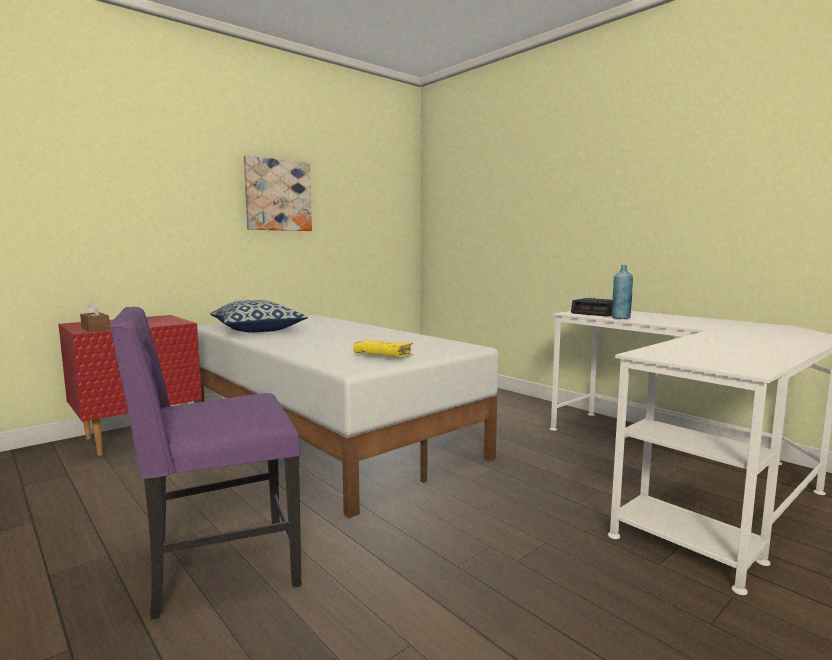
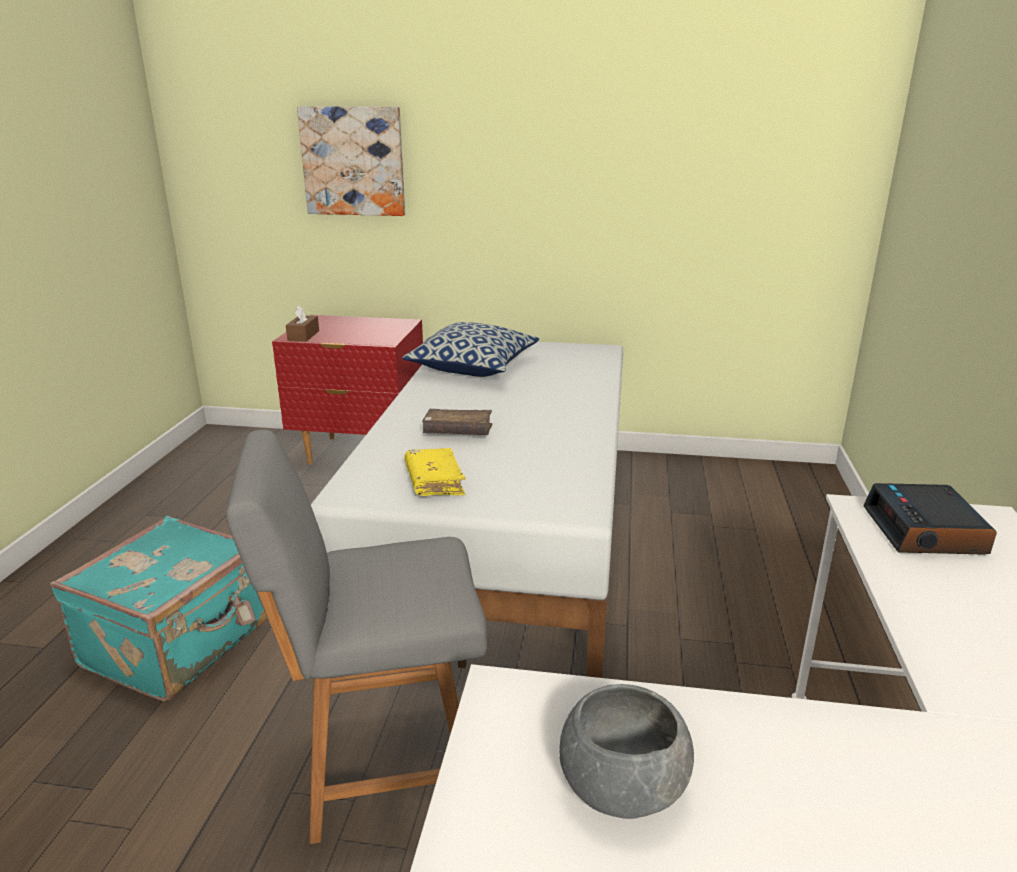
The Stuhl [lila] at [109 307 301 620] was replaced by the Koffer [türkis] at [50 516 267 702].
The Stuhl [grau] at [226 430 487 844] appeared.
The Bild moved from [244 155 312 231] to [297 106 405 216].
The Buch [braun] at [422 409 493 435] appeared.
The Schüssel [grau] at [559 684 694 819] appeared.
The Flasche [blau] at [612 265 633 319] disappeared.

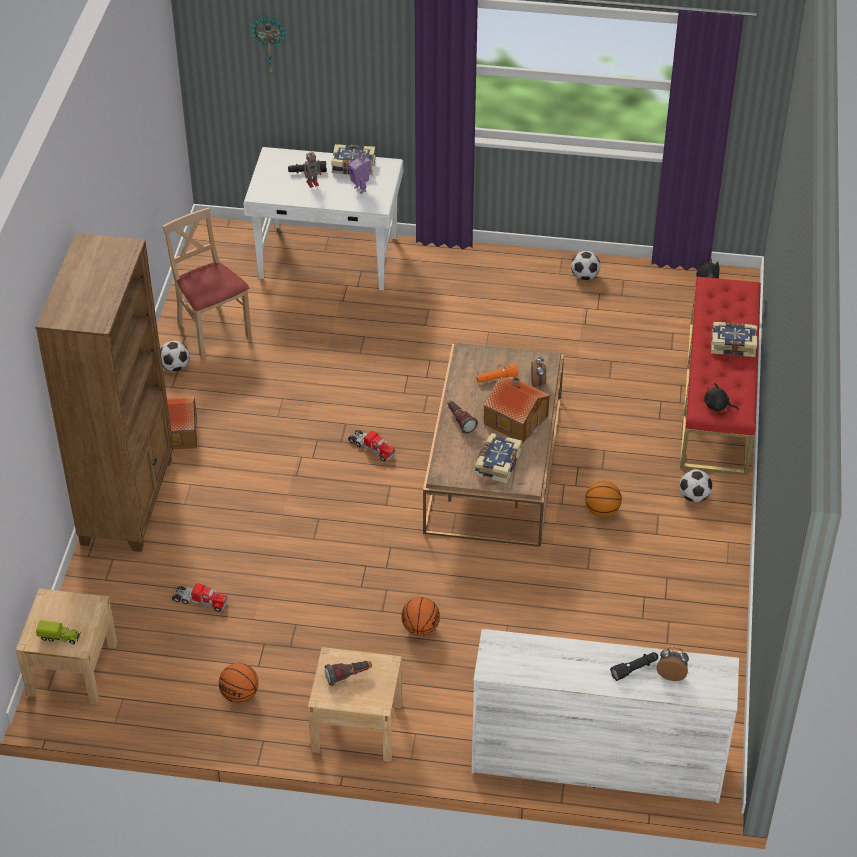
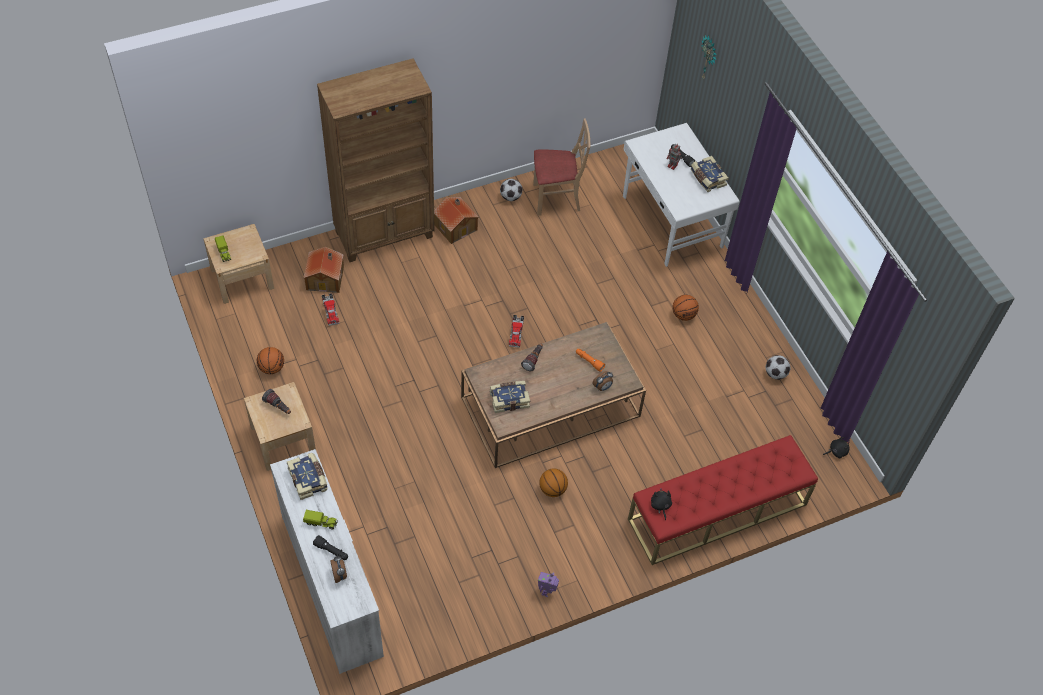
The Buch moved from [711 322 757 357] to [287 453 328 500].
The Spielzeughaus moved from [484 377 550 443] to [303 246 344 293].
The Spielzeuglaster at [303 510 338 529] appeared.
The Stuhl [beige] at [163 207 252 358] turned 60 degrees clockwise.
The Spielzeugroboter moved from [348 150 372 194] to [538 572 559 597].
The Basketball moved from [401 597 440 636] to [672 295 699 321].
The Fußball at [679 469 712 502] disappeared.

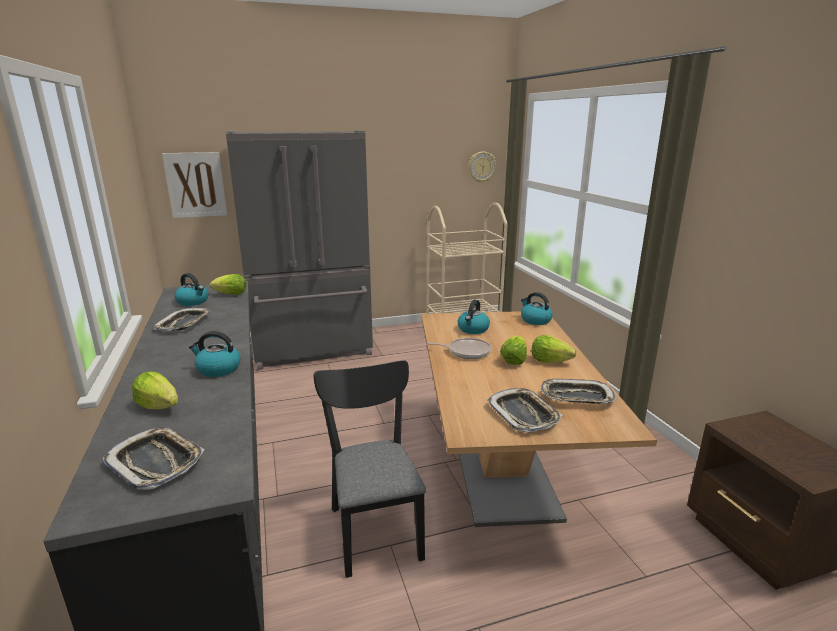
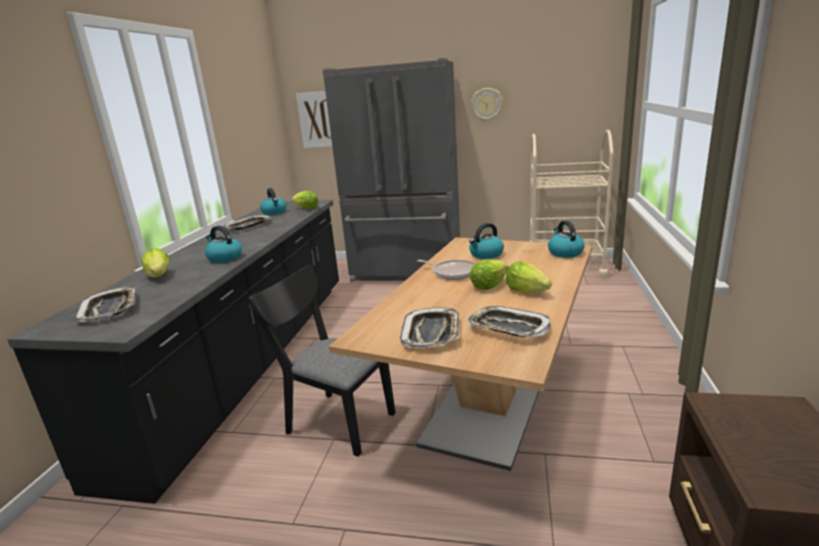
The Stuhl [schwarz] at [314 360 426 578] turned 75 degrees counterclockwise.
The Wanduhr moved from [469 152 496 183] to [471 88 503 122].

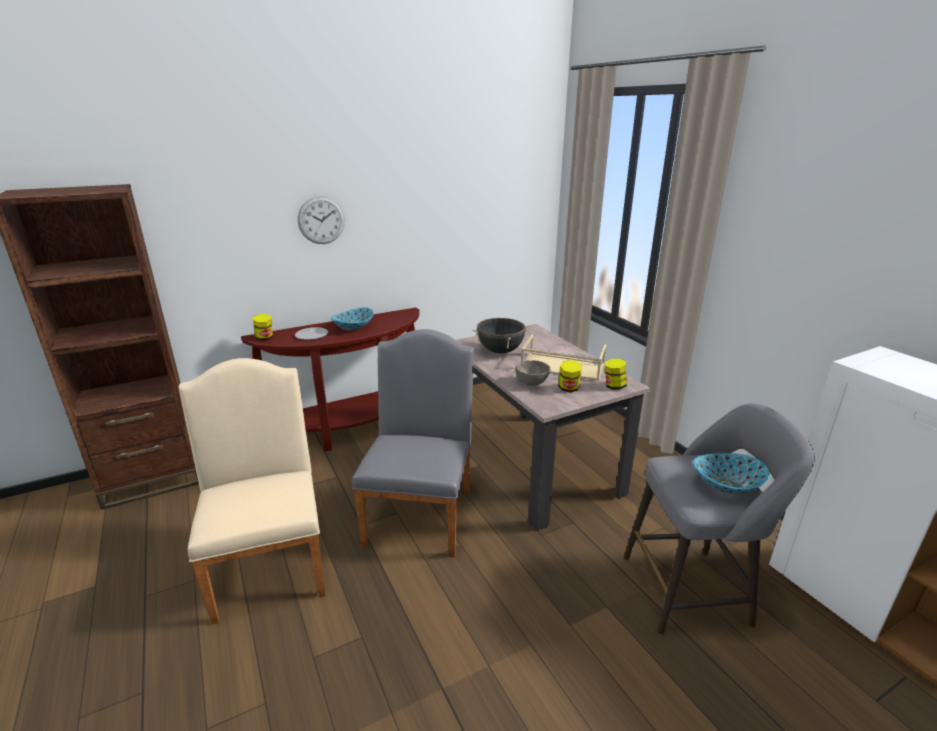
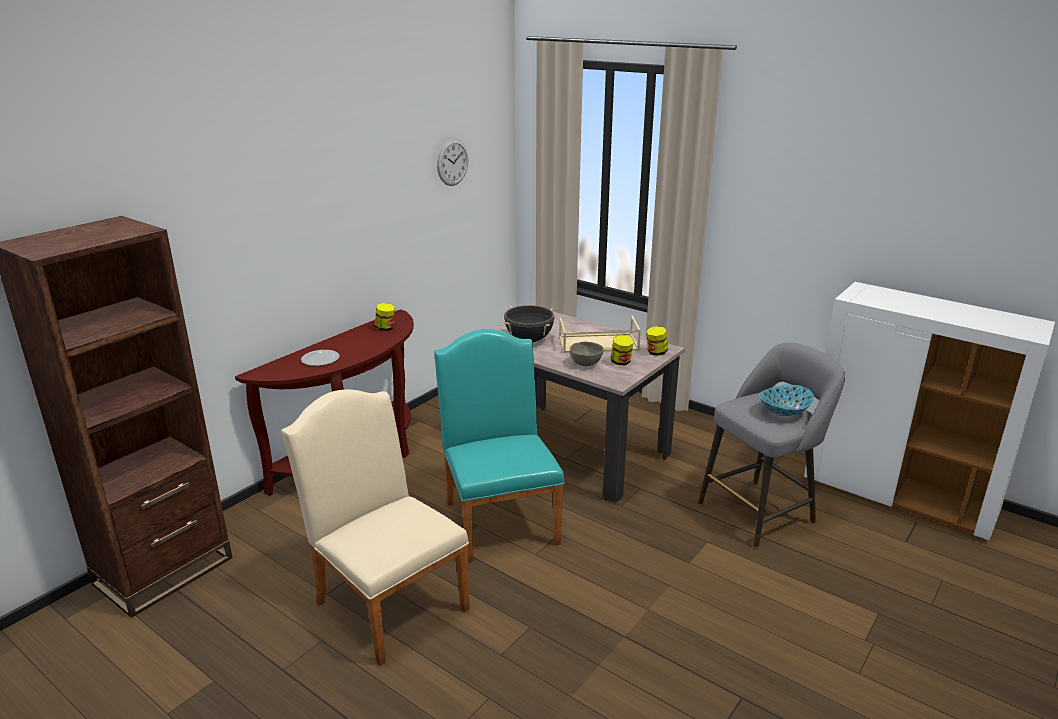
The Vorratsglas moved from [253 314 273 341] to [375 303 395 331].
The Stuhl [grau] at [352 329 474 557] became the Stuhl [türkis] at [434 329 565 563].
The Wanduhr moved from [298 196 345 244] to [437 139 468 186].
The Schüssel at [331 307 374 331] disappeared.

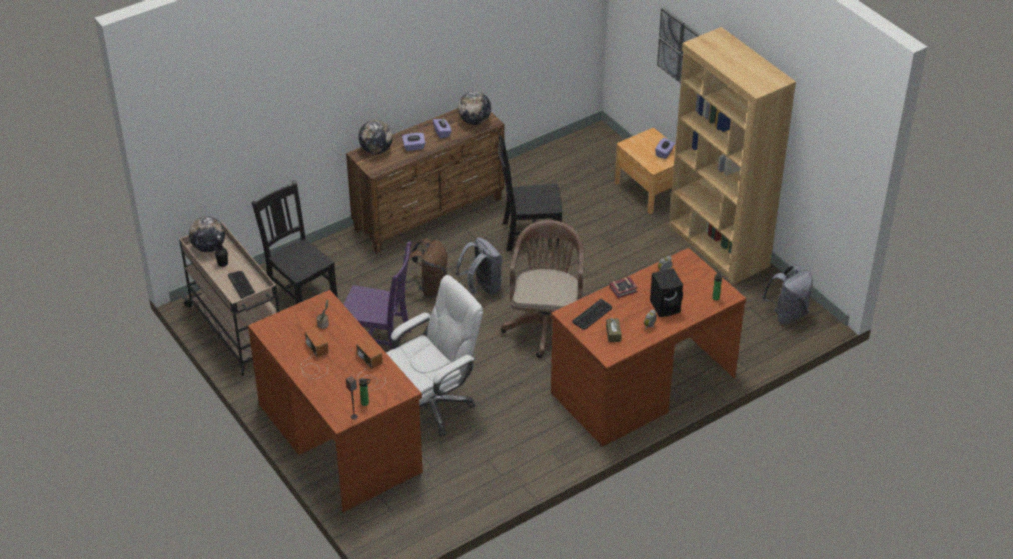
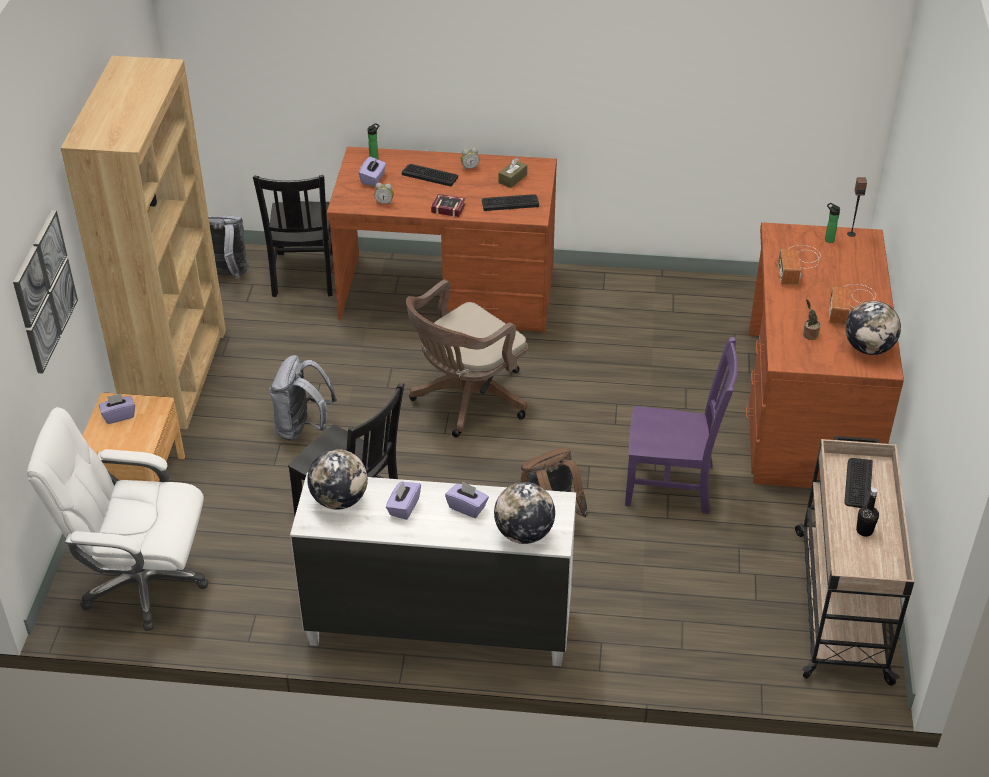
The Bürostuhl [weiß] moved from [387 275 483 436] to [27 407 209 631].
The Stuhl [schwarz] moved from [252 180 338 304] to [253 175 333 297].
The Rucksack [grau] moved from [456 238 502 295] to [269 355 337 441].
The Kommode [braun] at [346 108 505 253] became the Kommode [weiß] at [290 473 576 666].
The Taschentuchbox [lila] at [359 156 386 186] appeared.
The Lautsprecher [schwarz] at [650 268 683 317] was replaced by the Tastatur at [402 164 458 186].
The Stuhl [lila] at [344 241 411 350] turned 135 degrees clockwise.
The Globus moved from [189 216 225 252] to [845 301 901 355].

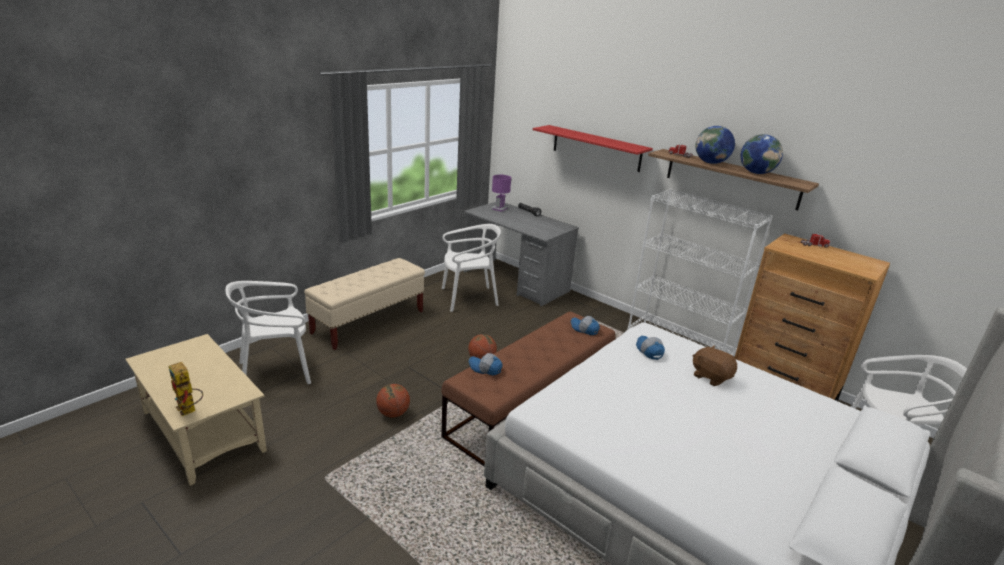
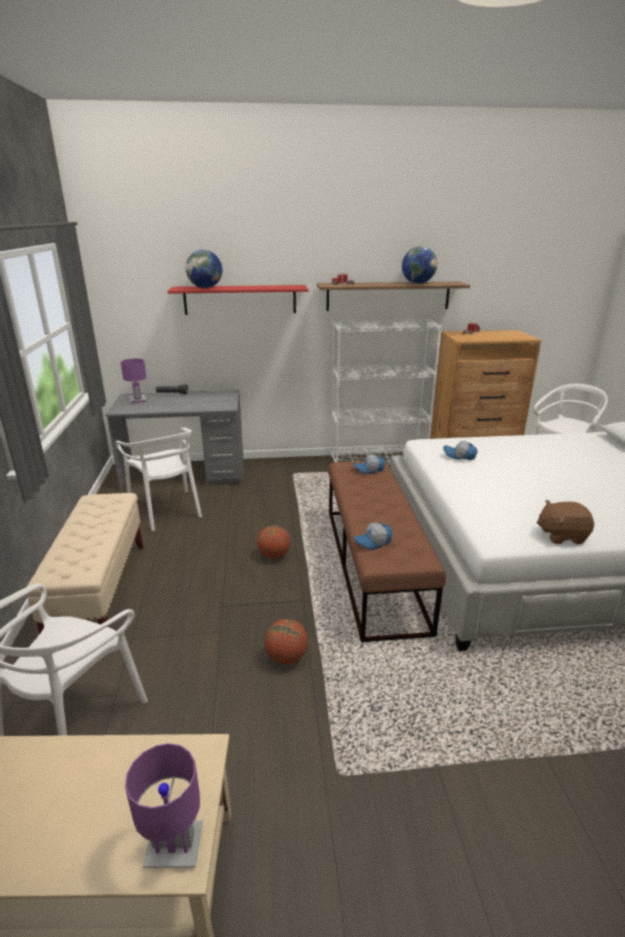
The Stuhl [weiß] at [442 224 501 312] turned 120 degrees clockwise.
The Spielzeugroboter at [169 362 203 416] was replaced by the Tischlampe [lila] at [125 743 203 868].
The Globus moved from [696 126 735 164] to [186 250 222 288].
The Plüschtier [braun] moved from [693 345 737 386] to [537 500 594 544].

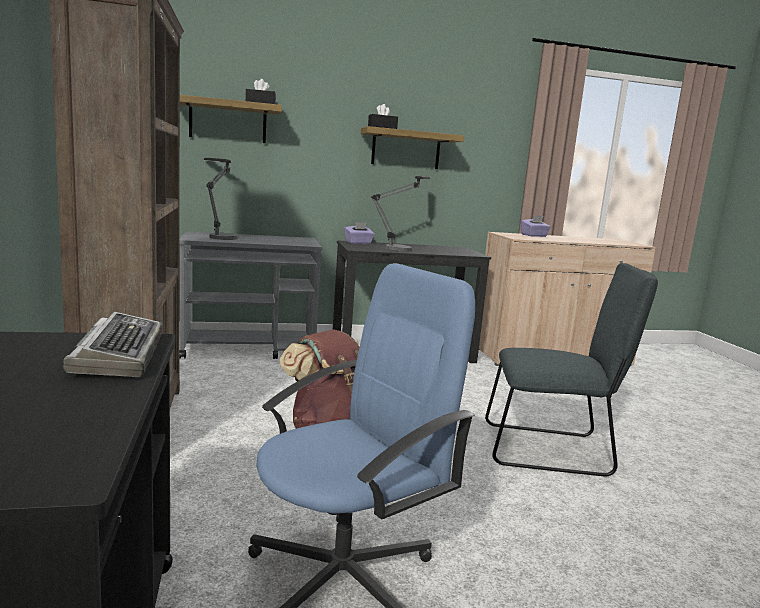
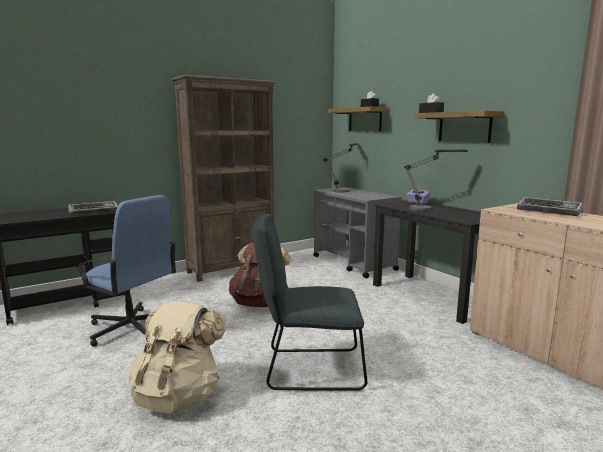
The Rucksack [beige] at [128 301 226 413] appeared.
The Stuhl [grau] at [485 263 658 476] turned 105 degrees clockwise.
The Taschentuchbox [lila] at [521 215 551 237] was replaced by the Tastatur at [517 197 583 216].

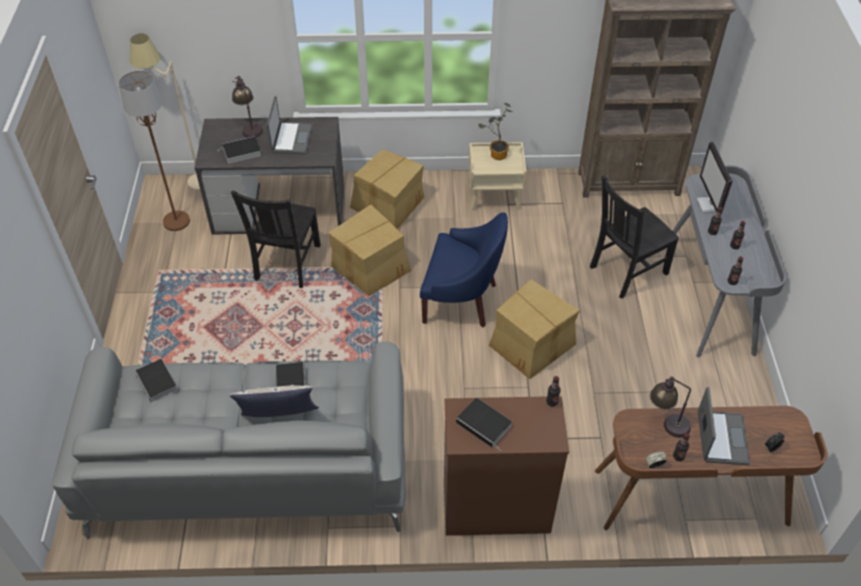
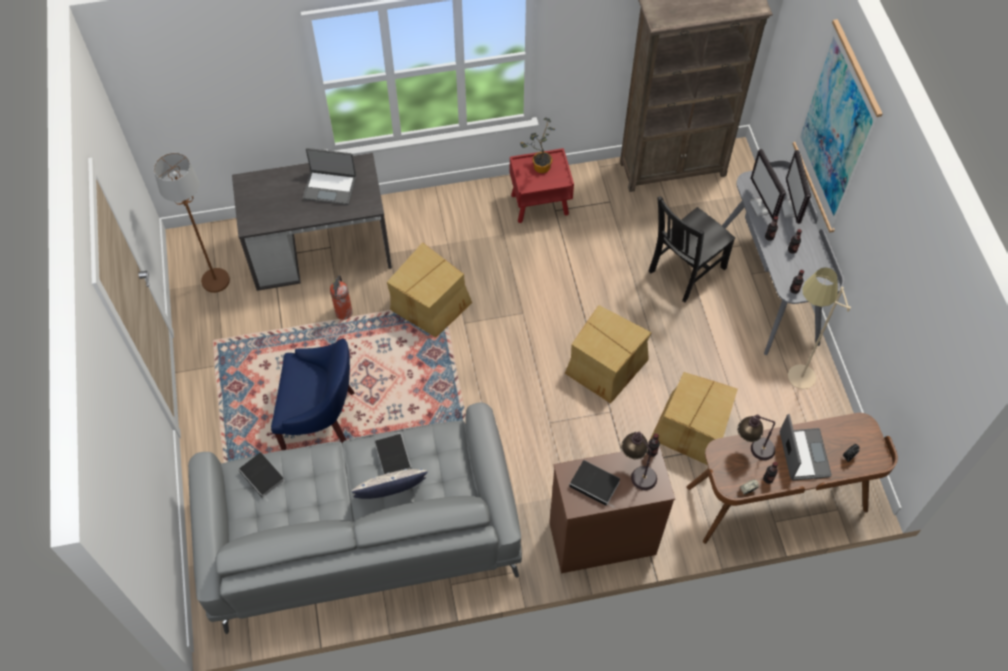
The Sessel [blau] moved from [420 213 508 327] to [271 338 355 450].
The Laptop at [267 96 312 154] turned 105 degrees clockwise.
The Stuhl [schwarz] at [231 191 321 288] was replaced by the Feuerlöscher at [330 275 353 320].
The Nachttisch [beige] at [469 142 527 210] became the Nachttisch [rot] at [510 148 574 223].
The Tischlampe moved from [232 76 263 138] to [621 432 657 490].
The Karton moved from [350 149 424 229] to [650 372 738 465].
The Monitor at [781 150 811 224] appeared.
The Stehlampe [beige] moved from [130 34 200 190] to [788 267 851 389].
The Bild at [793 19 883 233] appeared.
The Buch at [217 136 261 163] disappeared.

